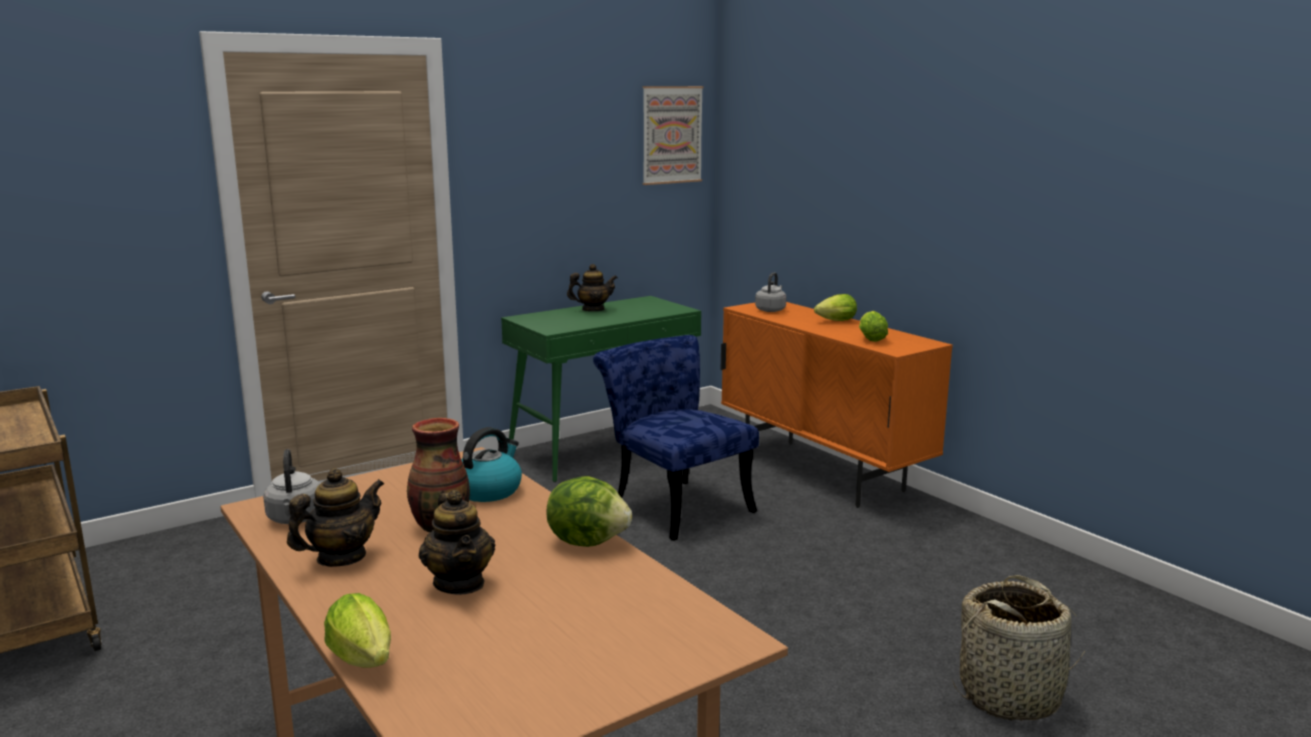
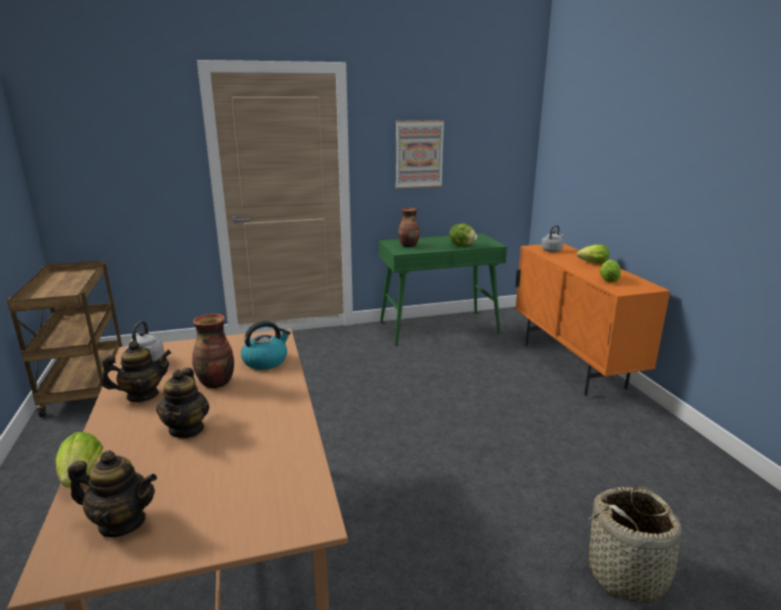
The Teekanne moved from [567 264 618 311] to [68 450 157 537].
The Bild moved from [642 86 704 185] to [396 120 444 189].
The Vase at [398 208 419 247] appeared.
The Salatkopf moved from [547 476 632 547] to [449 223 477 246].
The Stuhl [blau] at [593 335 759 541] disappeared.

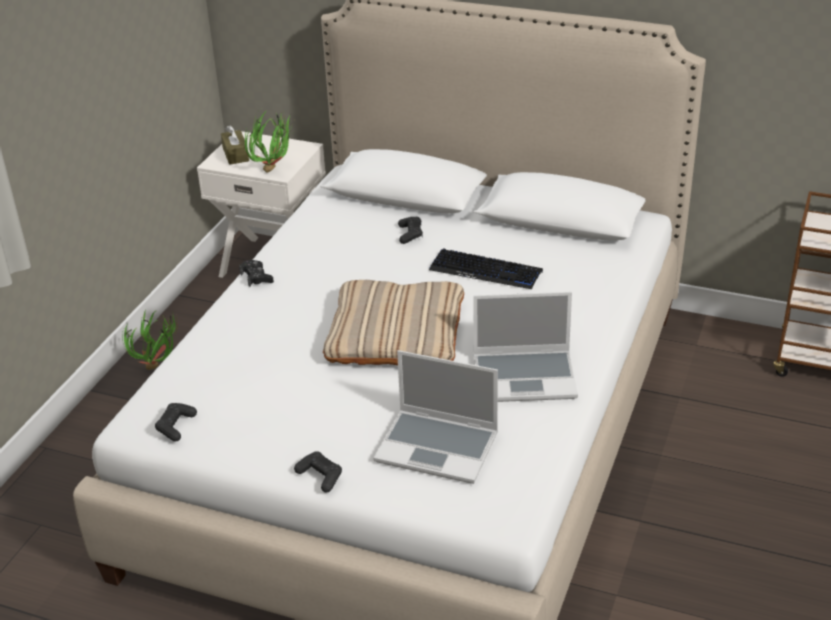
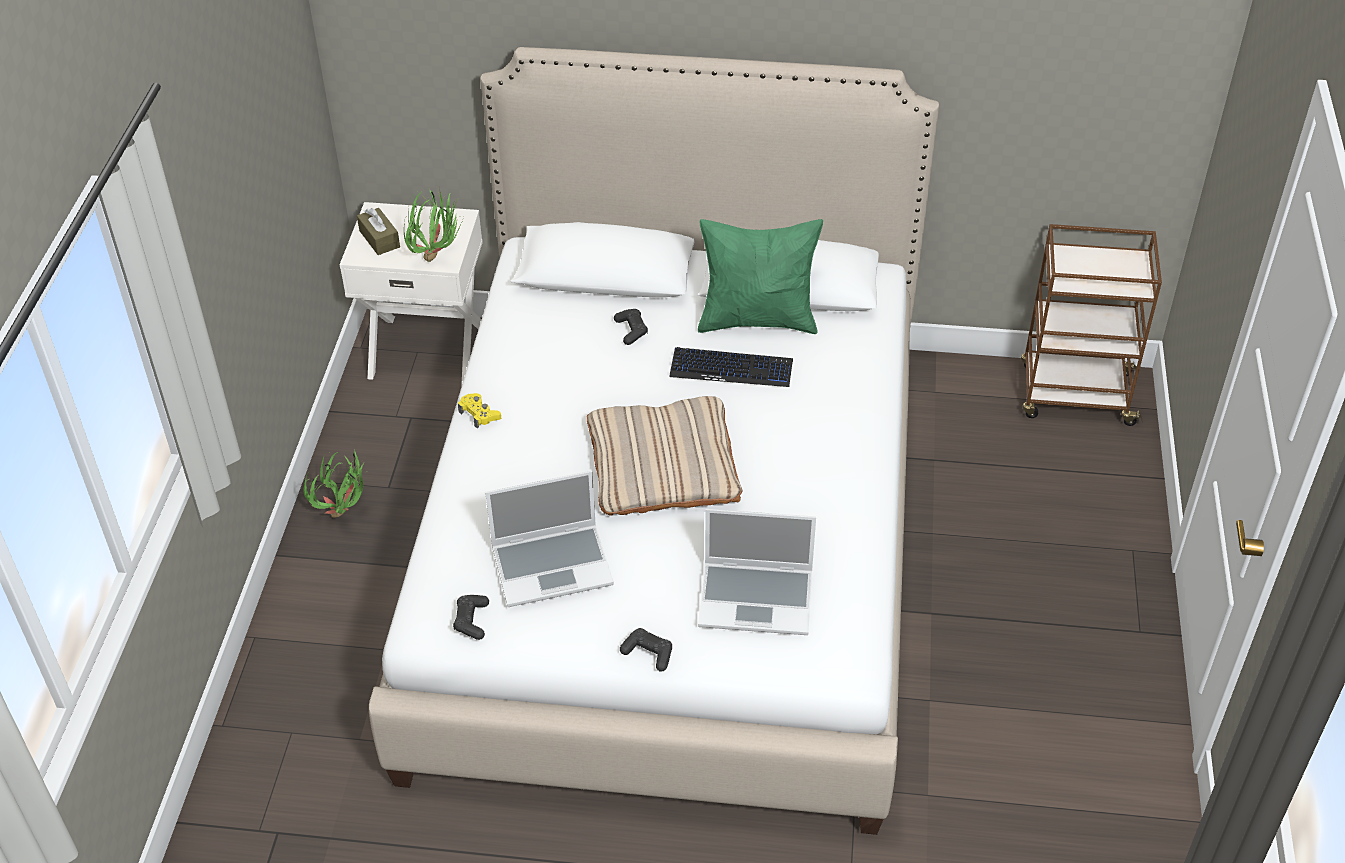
The Gamepad [schwarz] at [239 260 274 287] became the Gamepad [gelb] at [458 393 501 429].
The Laptop moved from [473 292 578 402] to [485 471 614 607].
The Kissen [grün] at [698 219 823 334] appeared.

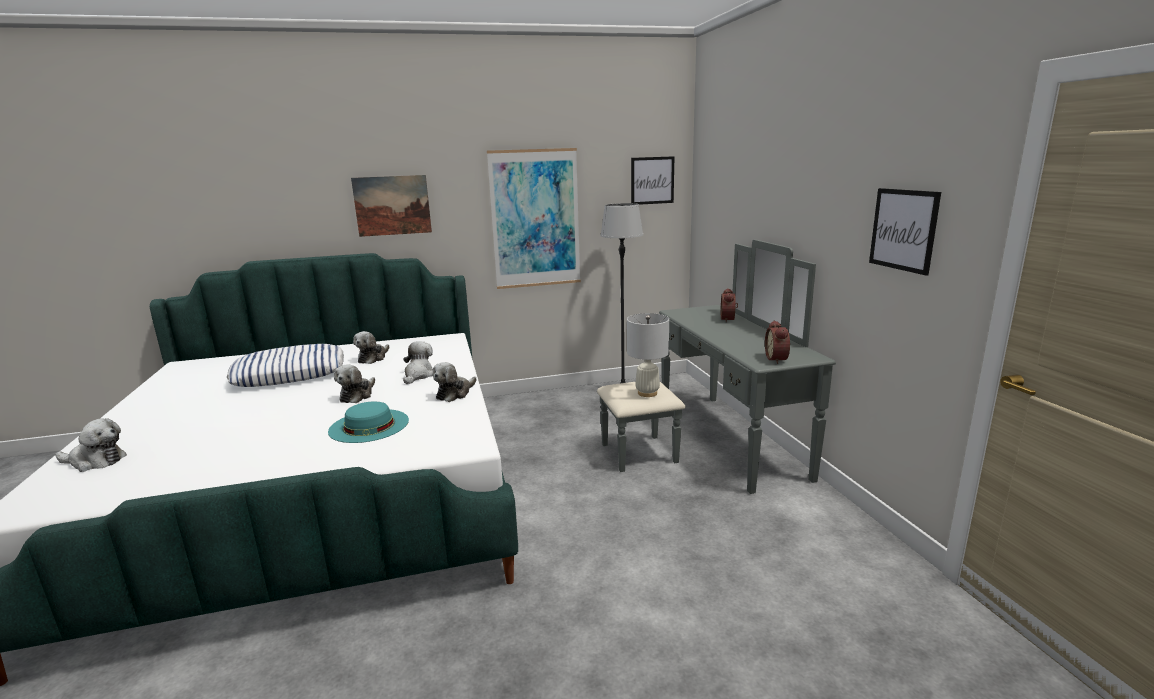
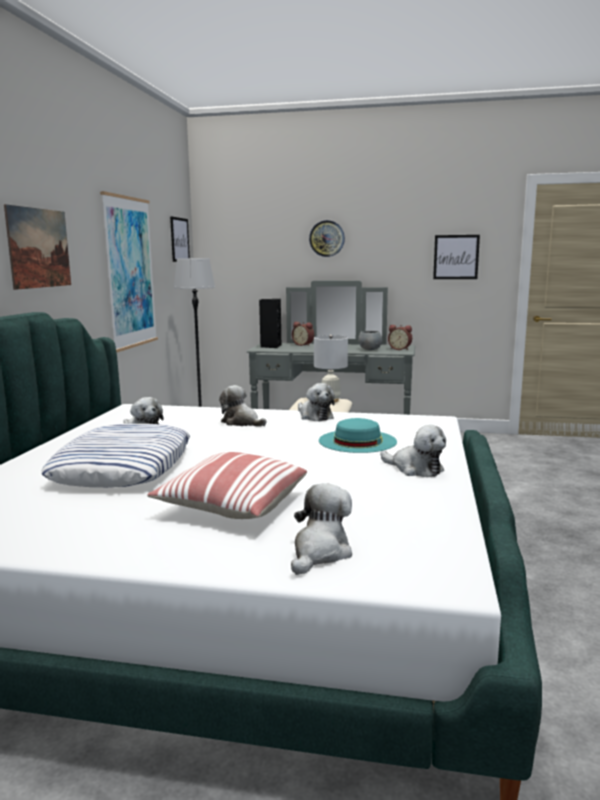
The Kissen at [147 452 307 519] appeared.
The Lautsprecher [schwarz] at [259 299 281 348] appeared.
The Wanduhr at [309 220 345 257] appeared.
The Schüssel [grau] at [358 331 382 350] appeared.
The Plüschtier moved from [334 364 375 403] to [380 425 446 477].

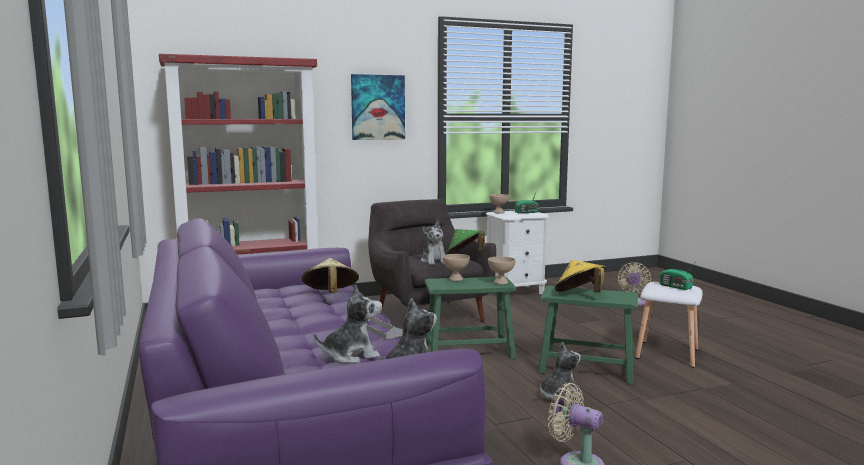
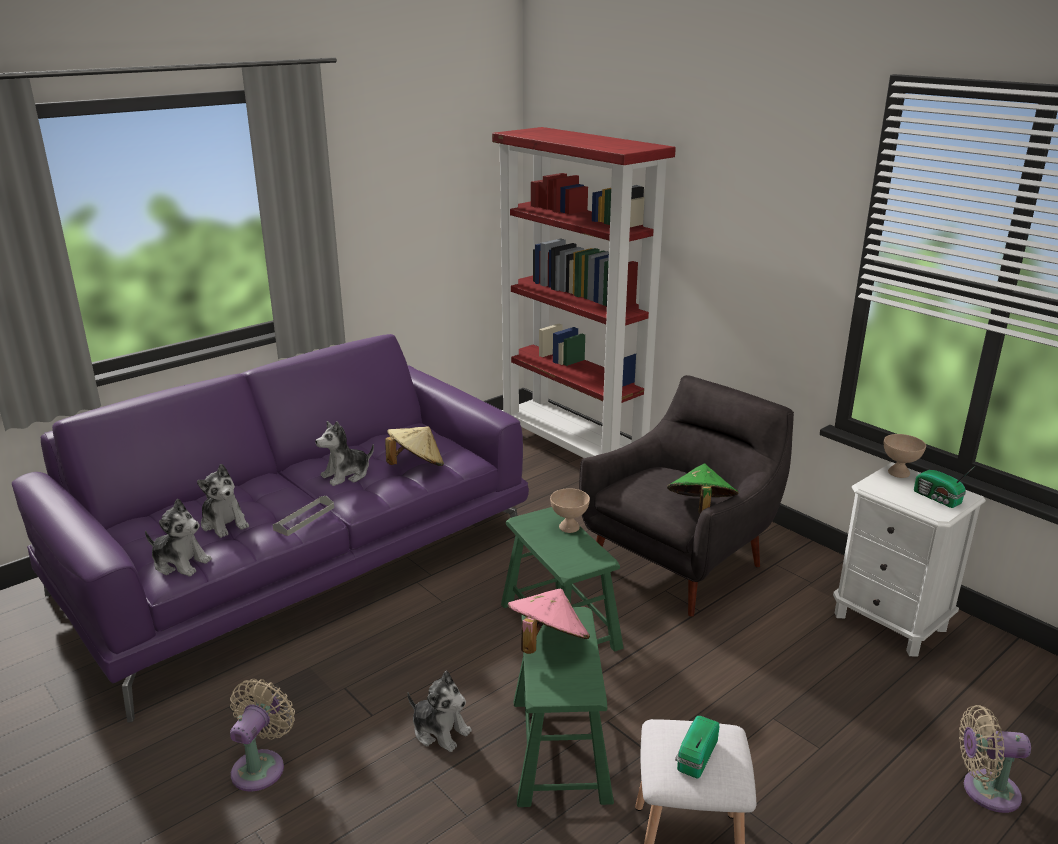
The Plüschtier moved from [421 220 445 265] to [315 421 374 486].
The Hut [gelb] at [555 260 606 292] became the Hut [rosa] at [508 588 590 654].
The Bild at [351 74 405 140] disappeared.
The Schüssel [beige] at [488 256 516 285] disappeared.

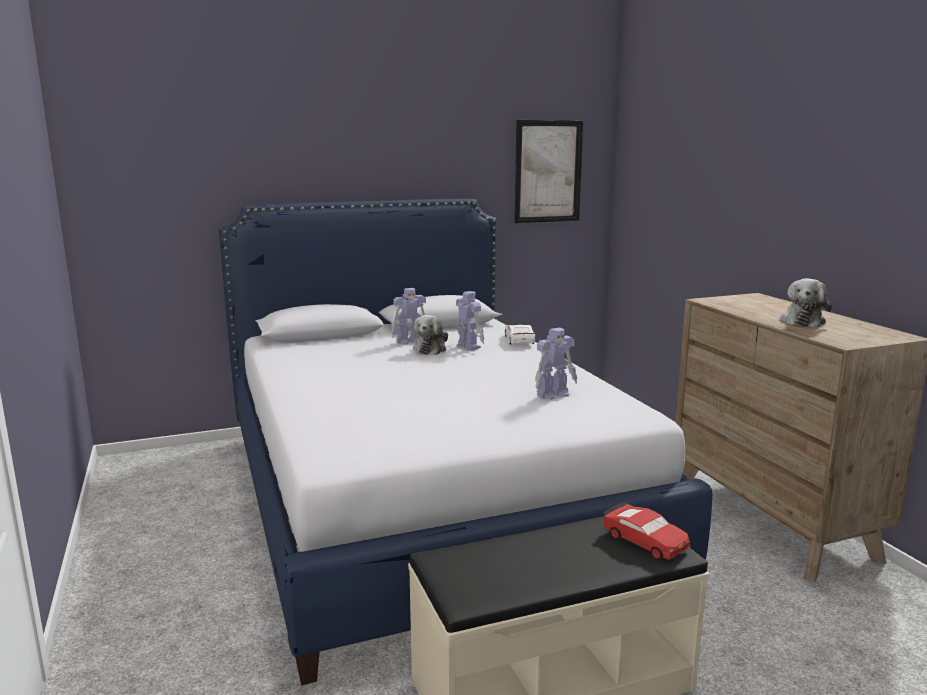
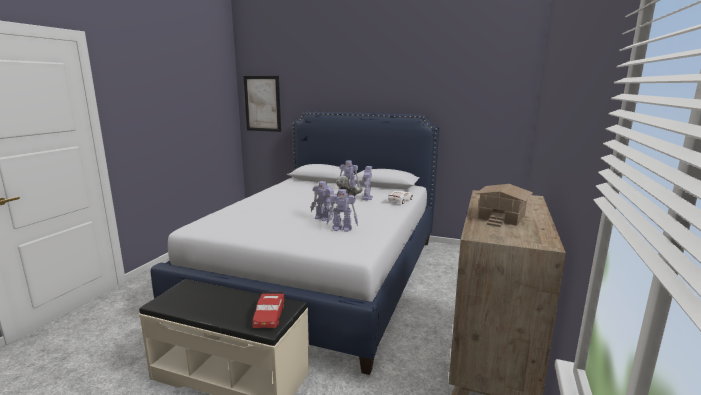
The Bild moved from [514 120 583 223] to [243 76 281 132].
The Spielzeugroboter at [311 181 334 221] appeared.
The Plüschtier at [780 278 832 327] was replaced by the Spielzeughaus at [475 184 533 227].

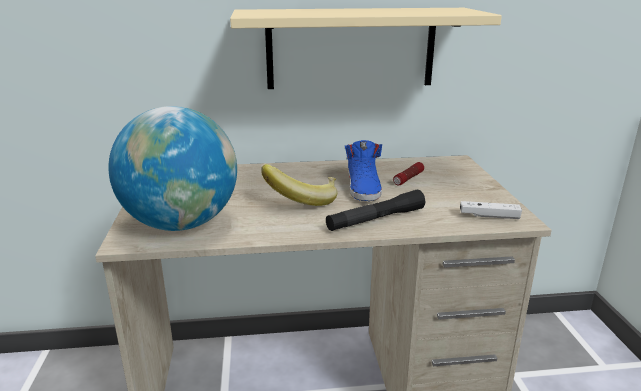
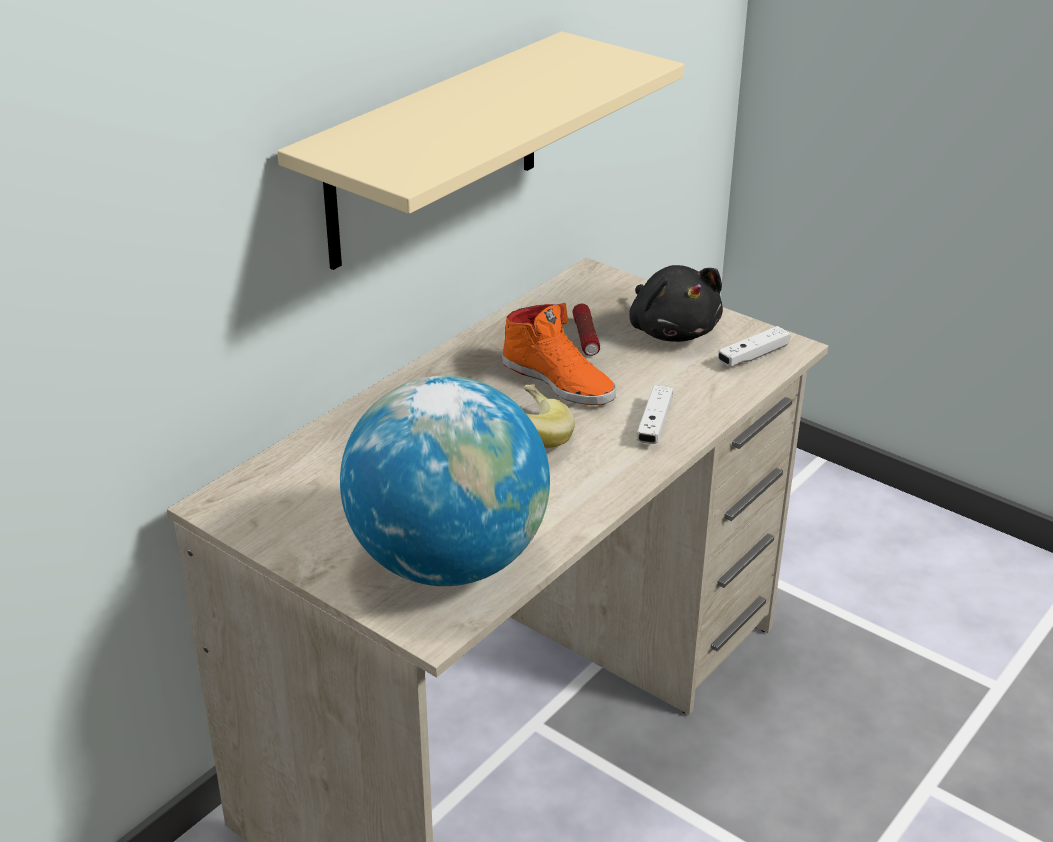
The Schuh [blau] at [345 140 382 201] became the Schuh [orange] at [502 303 616 405].
The Plüschtier [schwarz] at [629 265 723 342] appeared.
The Taschenlampe [schwarz] at [326 189 425 231] was replaced by the Gamepad [weiß] at [636 385 673 444].

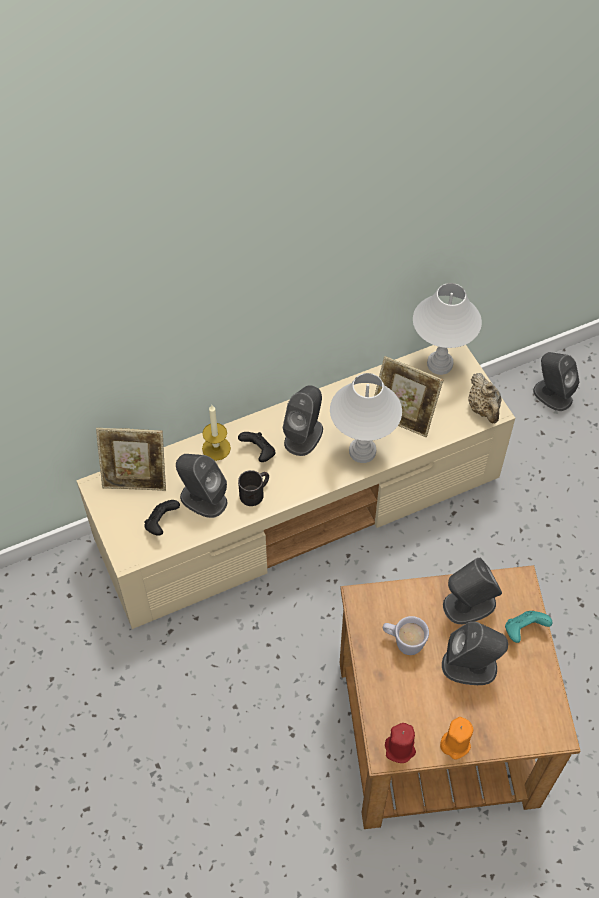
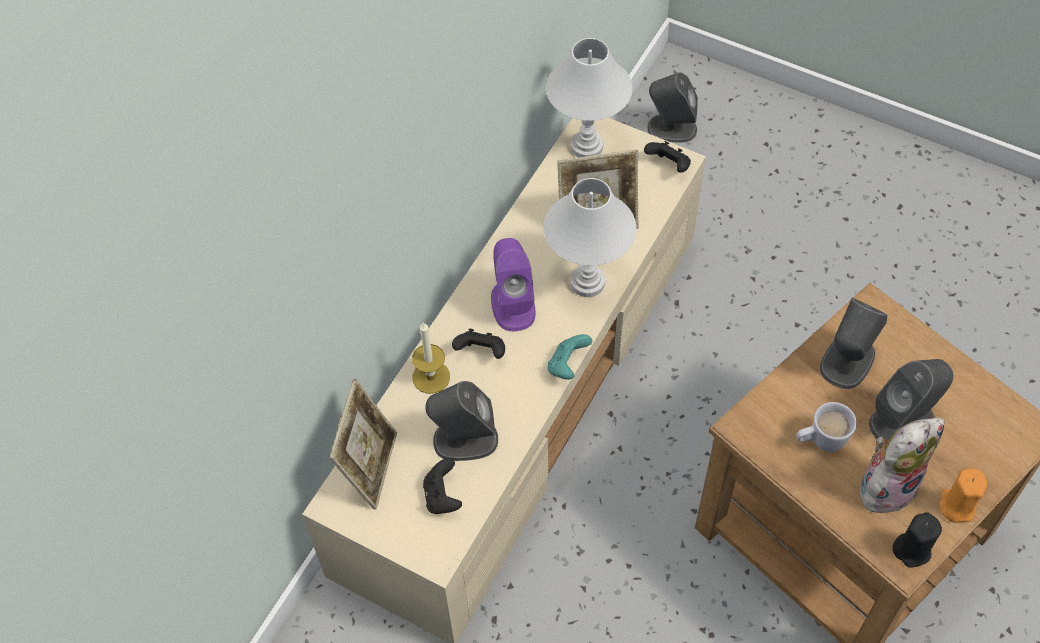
The Bilderrahmen at [96 428 166 491] turned 45 degrees counterclockwise.
The Lautsprecher [grau] at [283 385 323 456] became the Lautsprecher [lila] at [491 238 536 331].
The Gamepad [türkis] moved from [505 611 552 643] to [547 334 592 380].
The Teekanne [beige] at [468 373 502 424] was replaced by the Gamepad [schwarz] at [644 141 691 173].
The Plüschtier at [860 418 945 518] appeared.
The Kerze [rot] at [385 723 416 763] became the Kerze [schwarz] at [893 512 942 568].
The Henkelbecher [schwarz] at [238 470 269 506] disappeared.

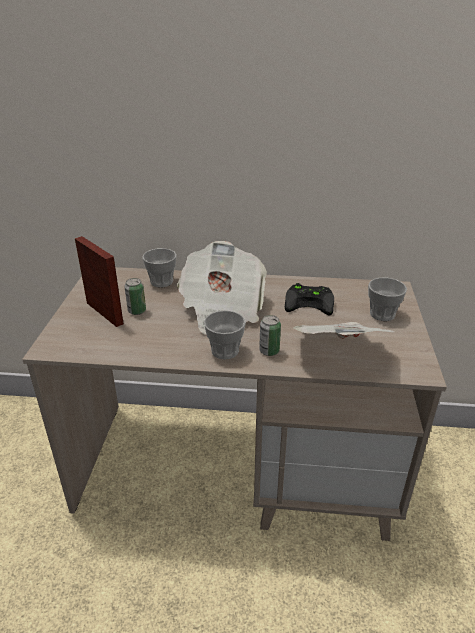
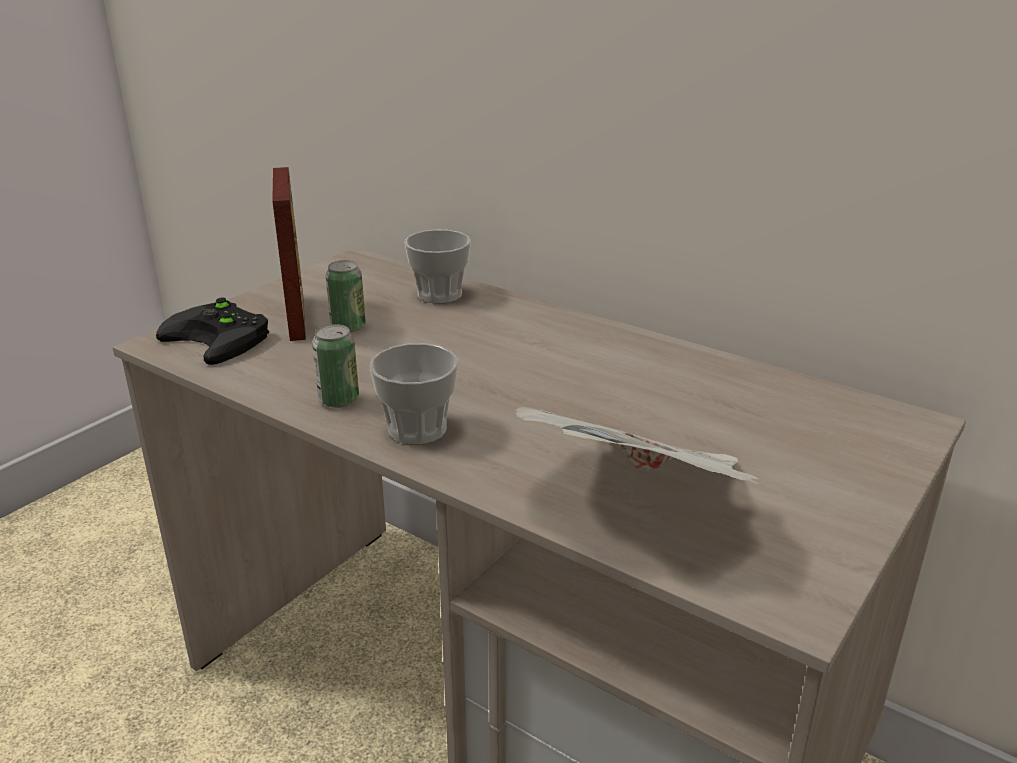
The Gamepad [schwarz] moved from [285 283 334 315] to [156 297 269 365].
The Dose moved from [259 315 281 356] to [312 324 359 408].
The Zeitung at [177 241 267 335] disappeared.
The Tasse at [368 277 407 321] disappeared.

